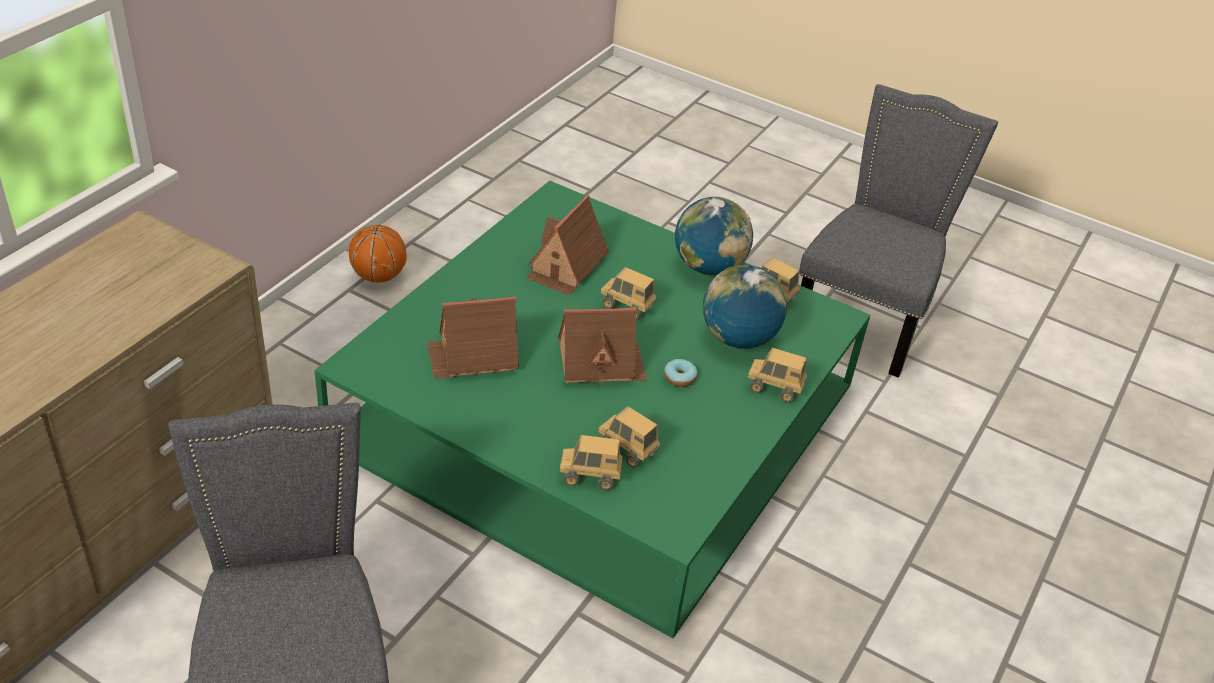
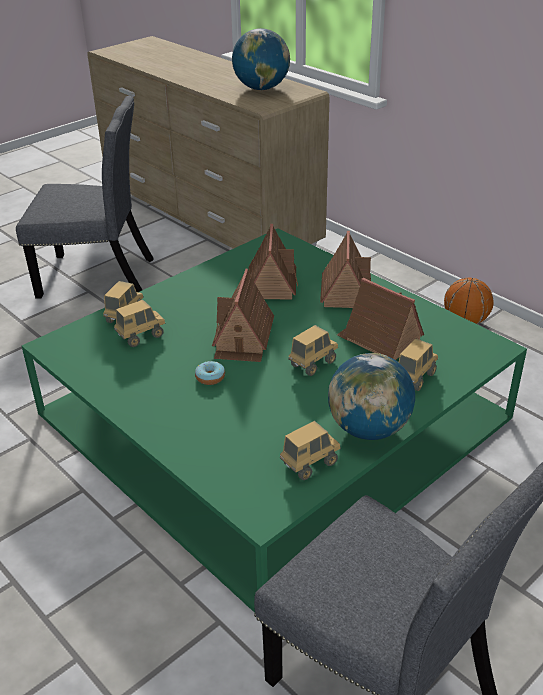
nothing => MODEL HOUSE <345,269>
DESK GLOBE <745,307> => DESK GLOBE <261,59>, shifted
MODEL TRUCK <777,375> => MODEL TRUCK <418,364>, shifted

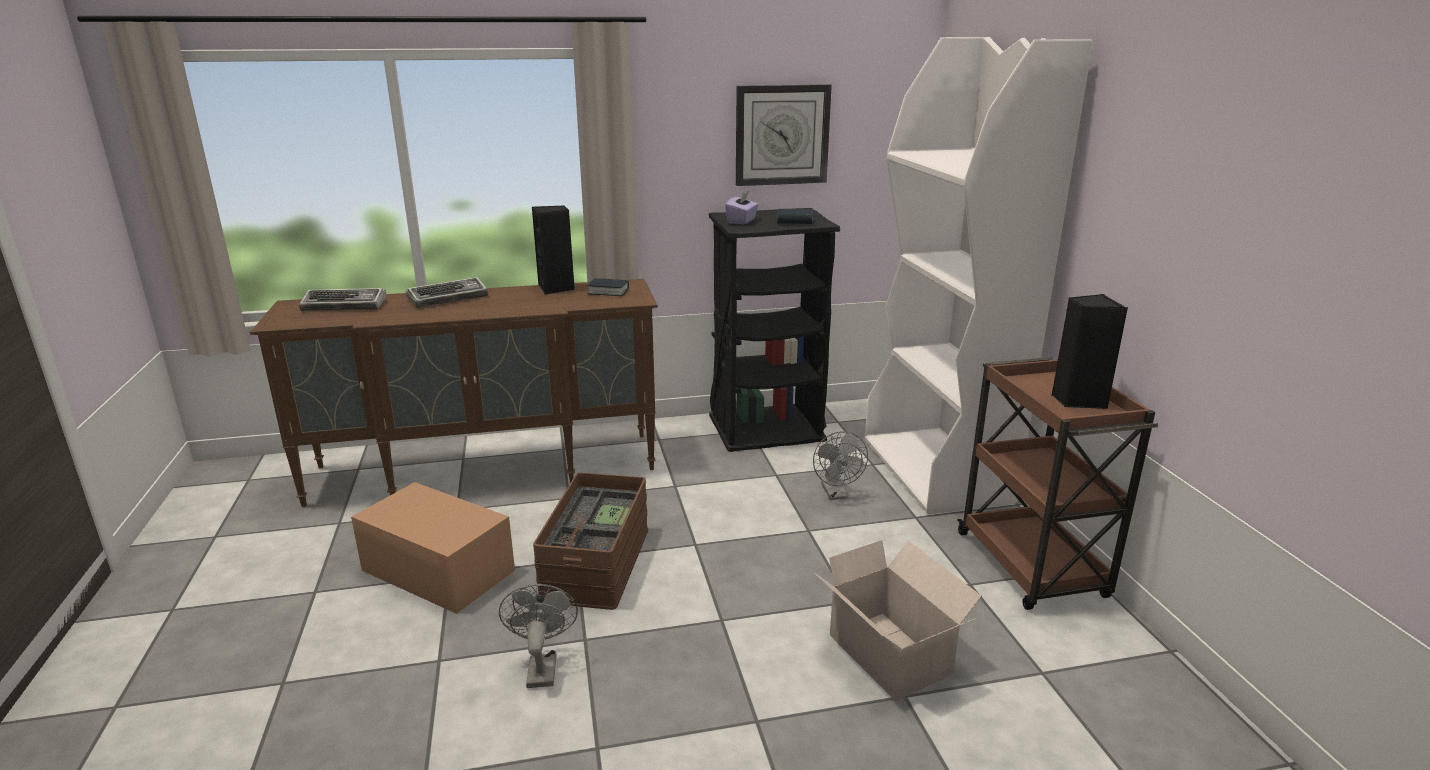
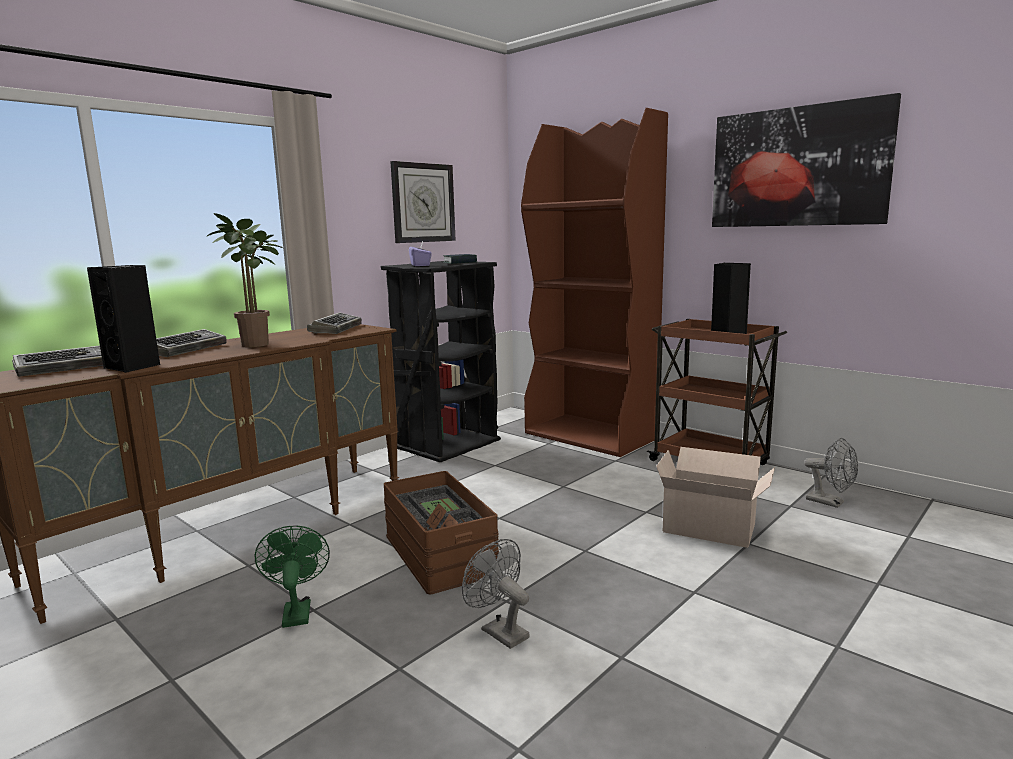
nothing => HOUSEPLANT <245,280>
nothing => WALL PICTURE <806,160>
BLACK LOUDSPEAKER <553,250> => BLACK LOUDSPEAKER <123,319>, shifted
GRAY ELECTRIC FAN <840,465> => GRAY ELECTRIC FAN <831,473>, shifted
CARDBOARD BOX <433,548> => GREEN ELECTRIC FAN <292,576>
BOUND BOOK <608,287> => PC KEYBOARD <334,323>
WHITISH BOOKCASE <979,276> => BROWN-COLOURED BOOKCASE <594,282>

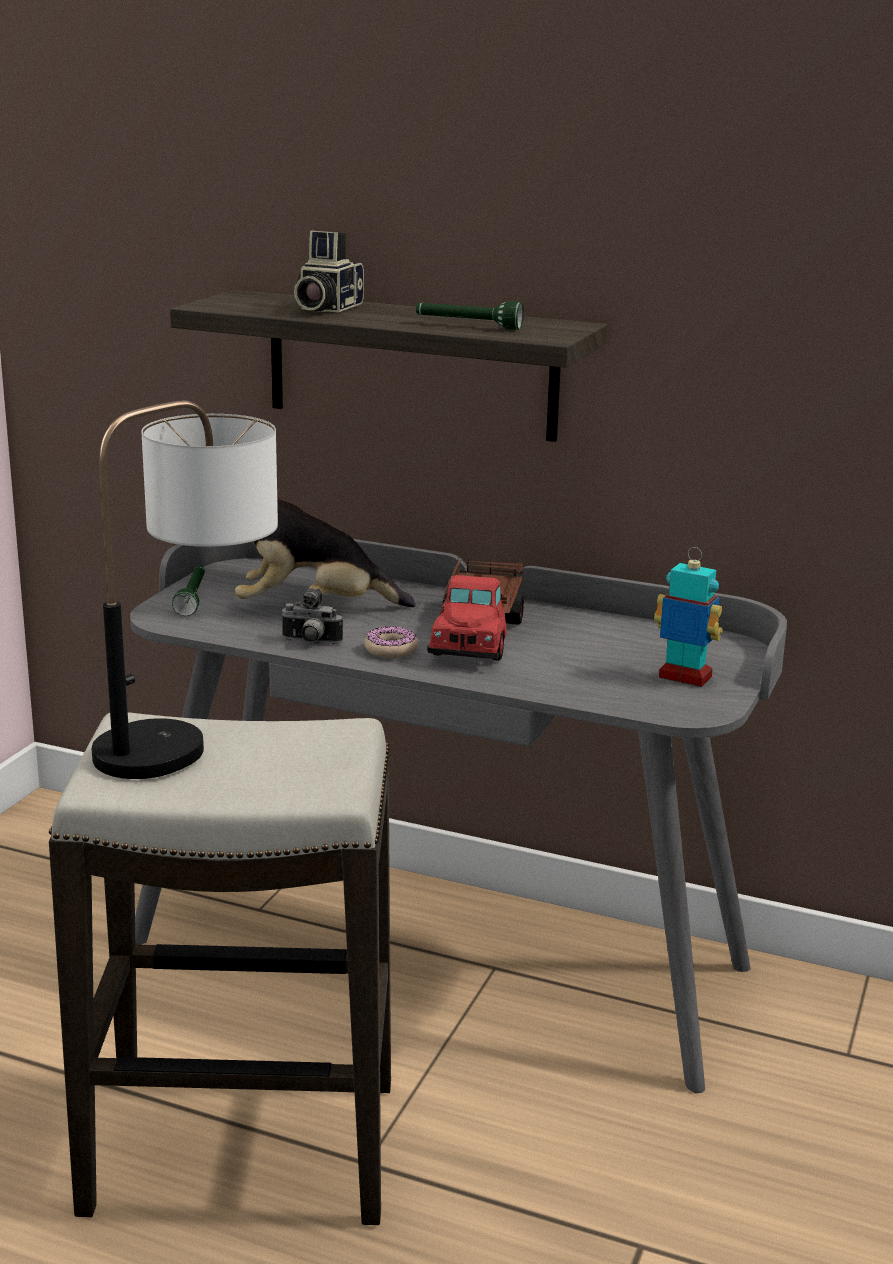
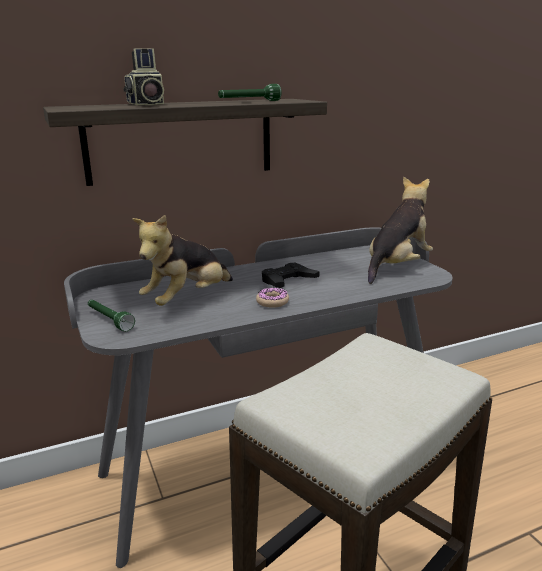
LAMP FOR A TABLE <185,589> => nothing
STILL CAMERA <311,616> => nothing
MODEL TRUCK <475,610> => BLACK JOYPAD <290,275>
ROBOT FIGURE <688,617> => PLUSH TOY <400,230>

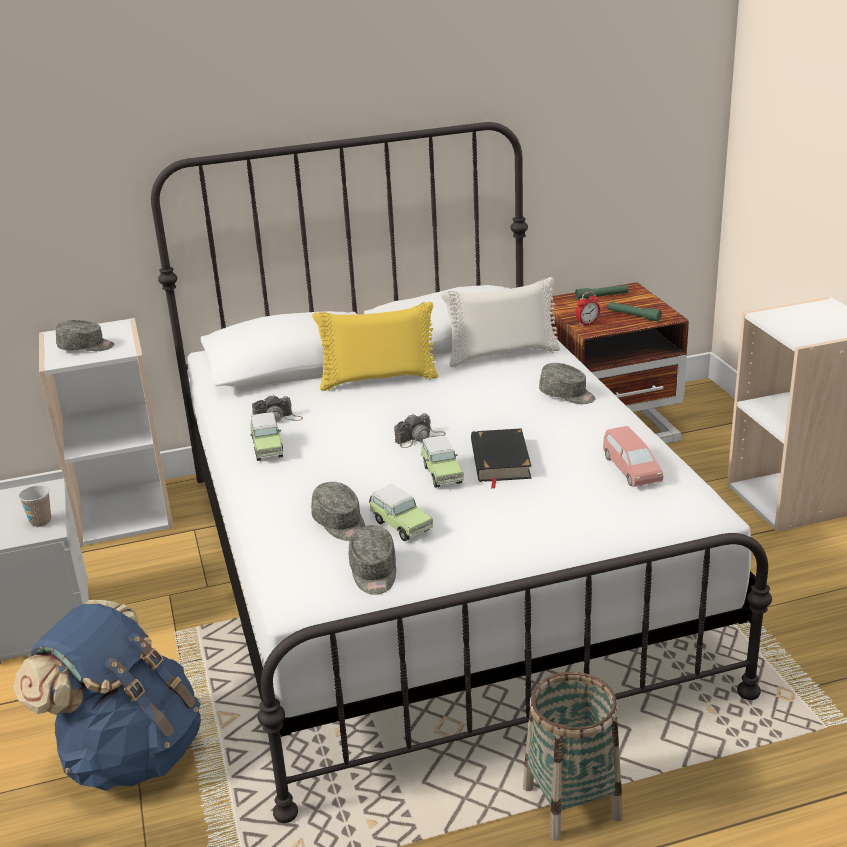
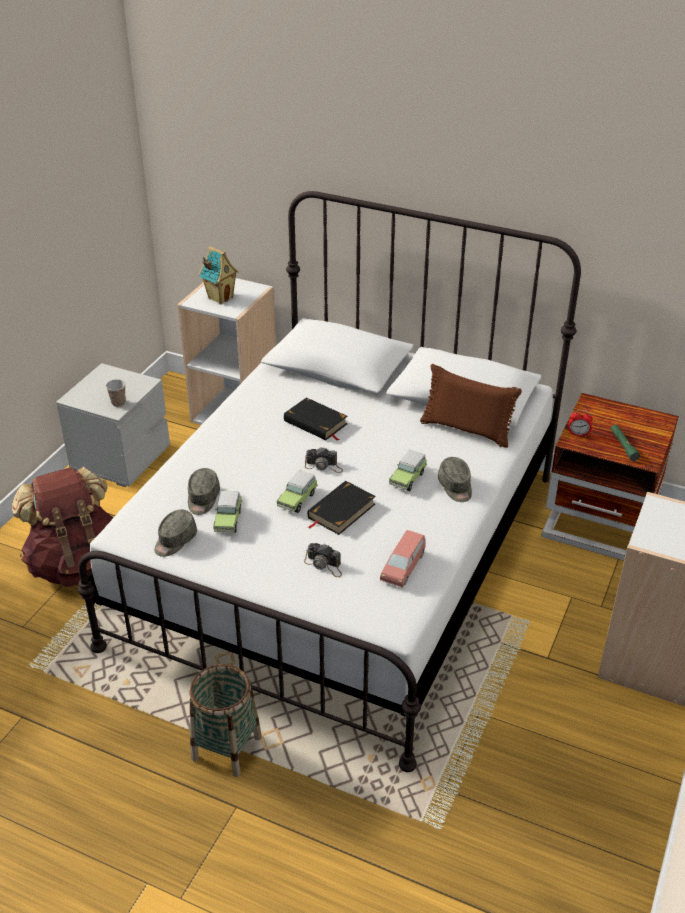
YELLOW PILLOW <375,346> => nothing
GREEN TORCH <601,292> => nothing
nothing => BLACK BOUND BOOK <315,419>
MINIATURE CAR <266,436> => MINIATURE CAR <408,470>, shifted
STILL CAMERA <277,409> => STILL CAMERA <323,560>, shifted
GRAY BASEBALL CAP <85,335> => MODEL HOUSE <219,275>
BLUISH KNAPSACK <107,695> => BROWN-COLOURED KNAPSACK <62,527>
WHITISH PILLOW <500,322> => BROWN-COLOURED PILLOW <471,406>

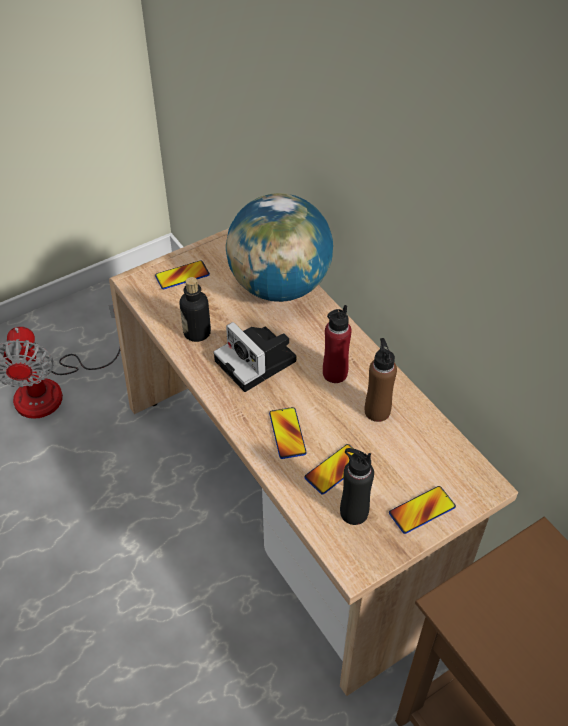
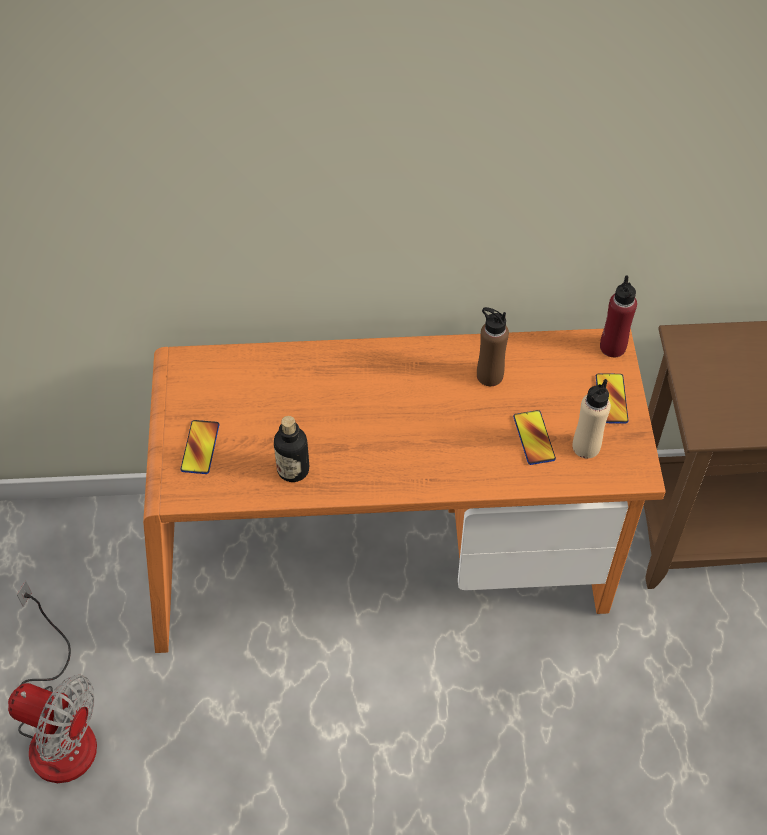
STILL CAMERA <255,357> => nothing
DESK GLOBE <279,247> => nothing
TELEPHONE <288,433> => nothing
REDDISH DRINK BOTTLE <337,344> => REDDISH DRINK BOTTLE <618,316>, shifted
BEIGE-COLOURED DESK TABLE <313,462> => ORANGE-COLOURED DESK TABLE <404,490>
BLACK DRINK BOTTLE <357,486> => BEIGE-COLOURED DRINK BOTTLE <591,418>

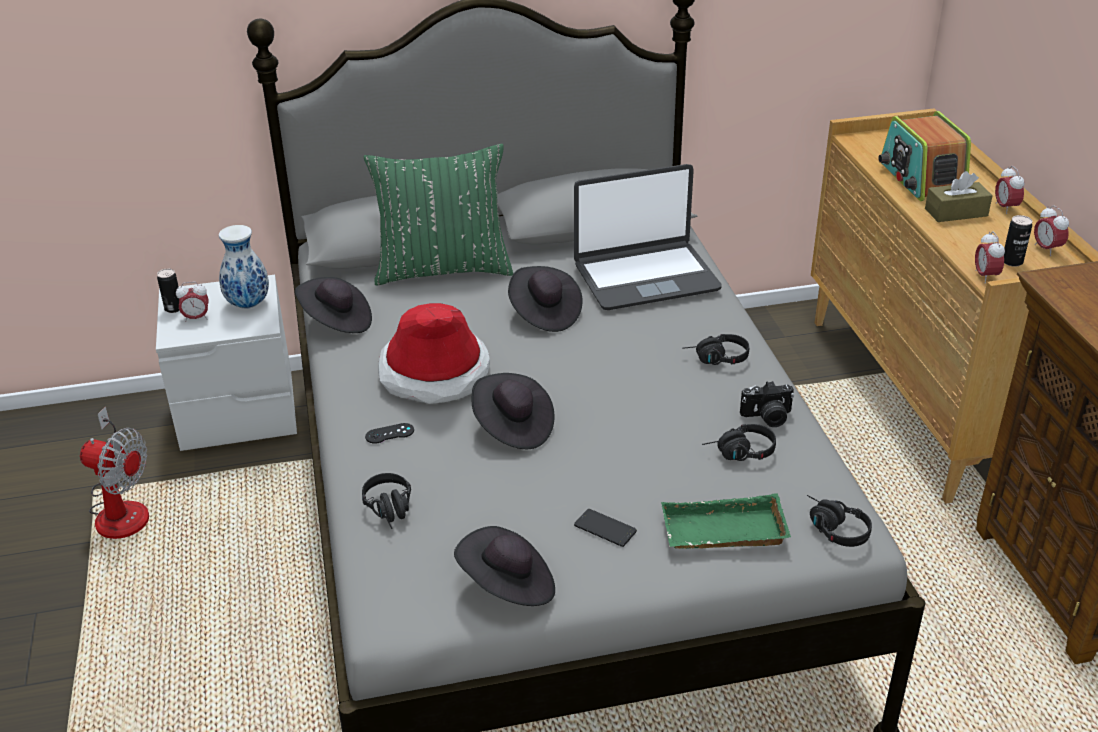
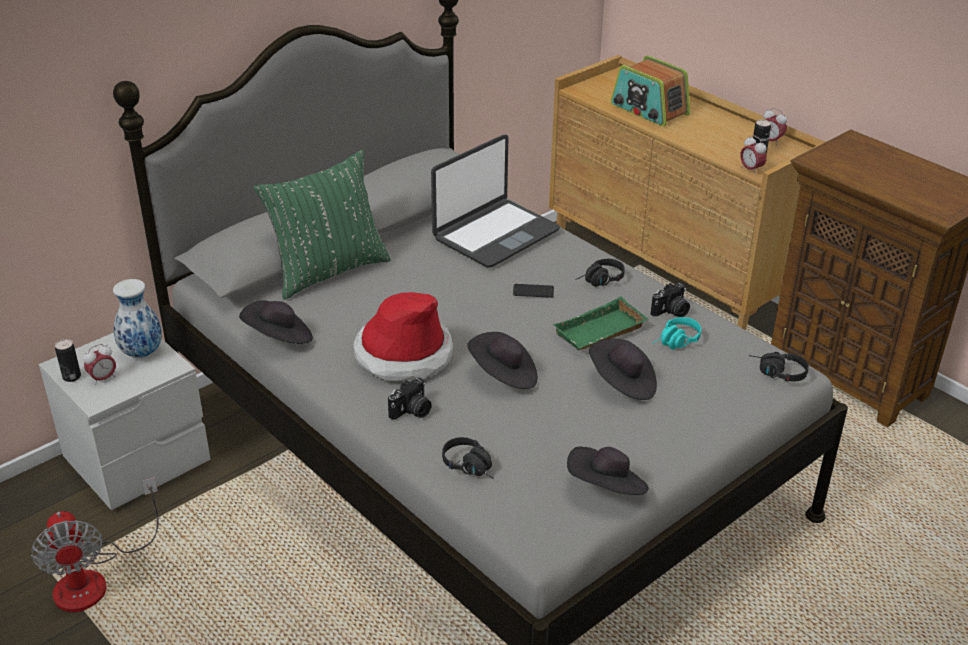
BROWN-COLOURED TISSUE HOLDER <959,196> => nothing
TABLE CLOCK <1010,190> => nothing
BLACK HAT <545,299> => BLACK HAT <623,369>, shifted
TELEPHONE <605,528> => TELEPHONE <533,291>, shifted
GREEN TRAY <726,521> => GREEN TRAY <600,323>, shifted
BLACK JOYPAD <389,433> => STILL CAMERA <410,399>
BLACK HEADPHONES <739,442> => TURQUOISE-COLOURED HEADPHONES <676,333>
ELECTRIC FAN <114,473> => ELECTRIC FAN <95,545>, 75 degrees clockwise

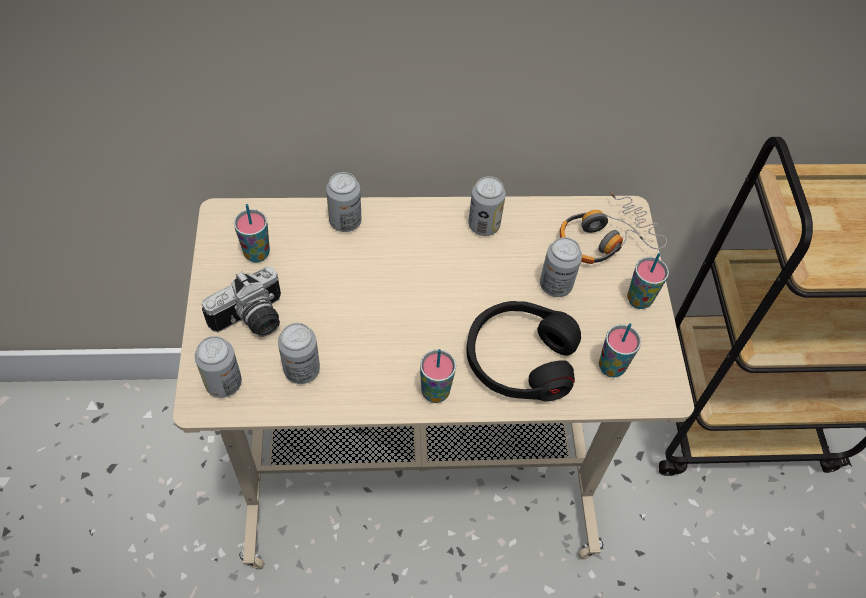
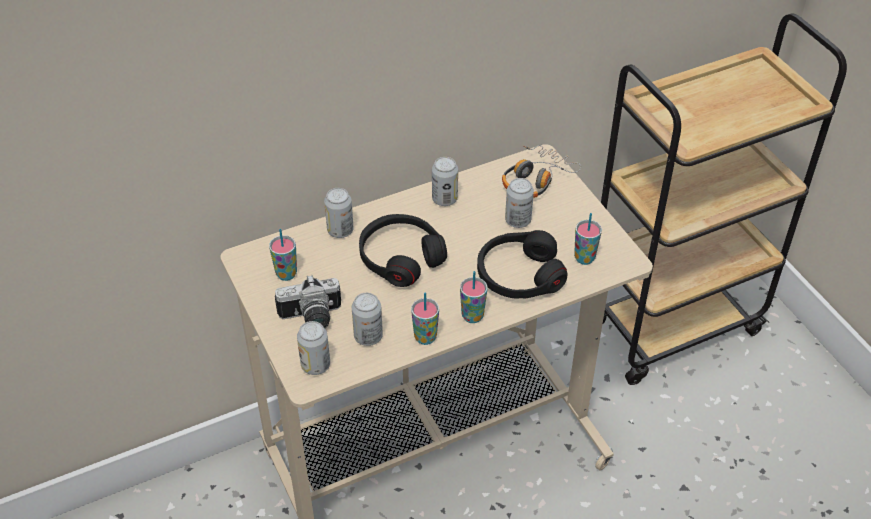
nothing => BLACK HEADPHONES <403,250>
SMALL CUP <648,281> => SMALL CUP <425,319>, shifted
STILL CAMERA <241,301> => STILL CAMERA <308,301>, 45 degrees clockwise

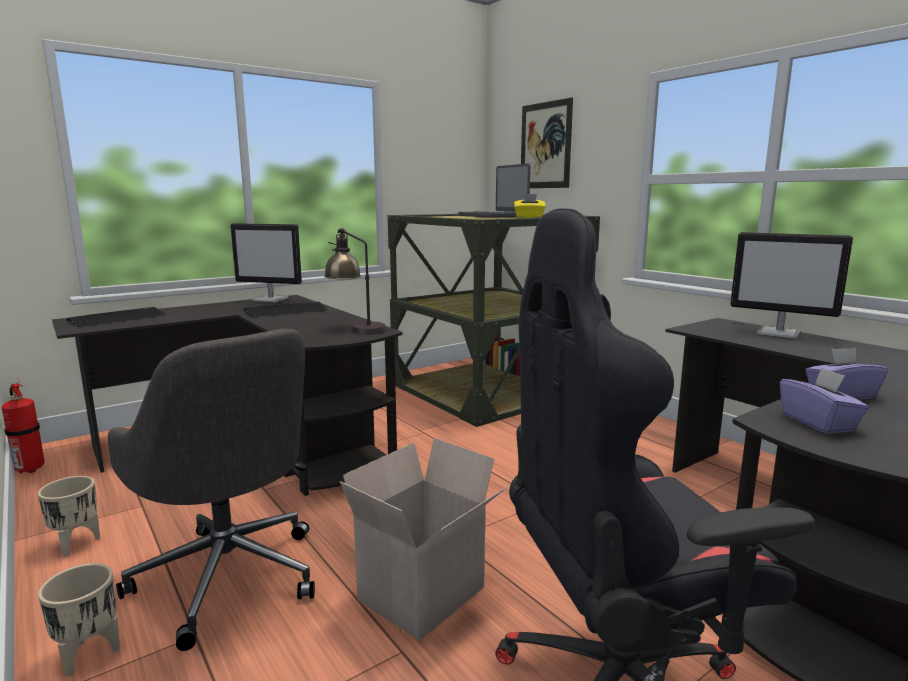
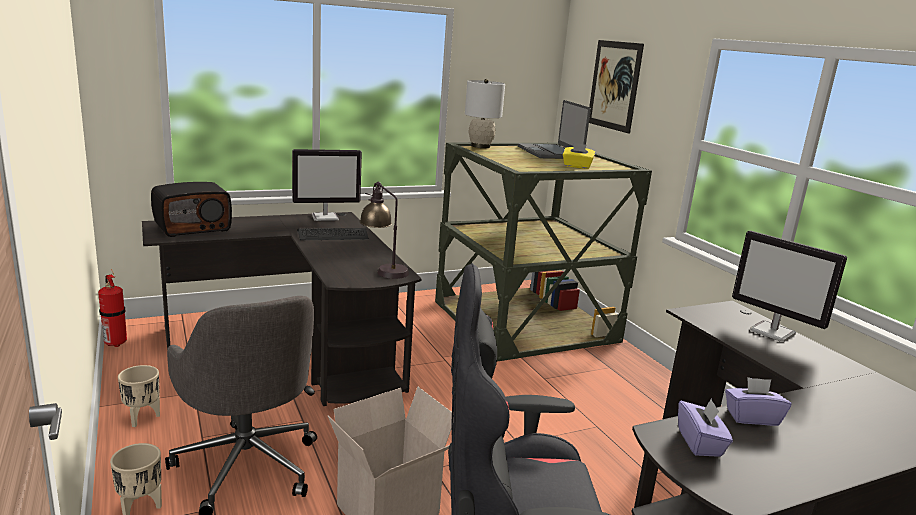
nothing => WHITISH LAMP FOR A TABLE <485,113>
PC KEYBOARD <116,317> => RADIO <191,209>
COMPUTER SCREEN <266,262> => COMPUTER SCREEN <327,185>, 45 degrees counterclockwise

